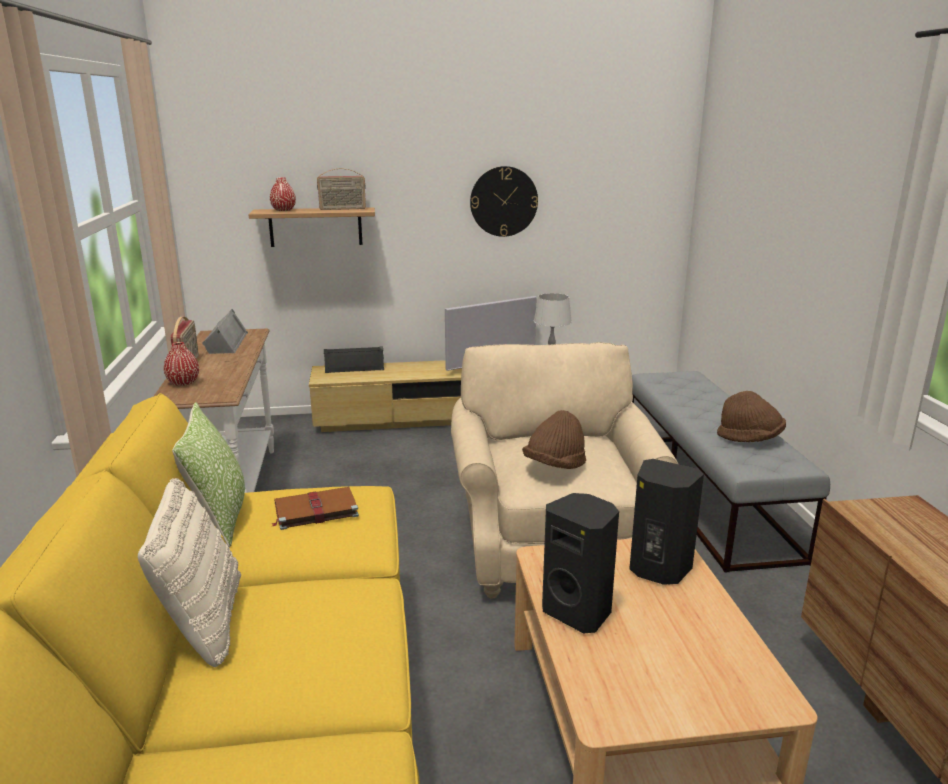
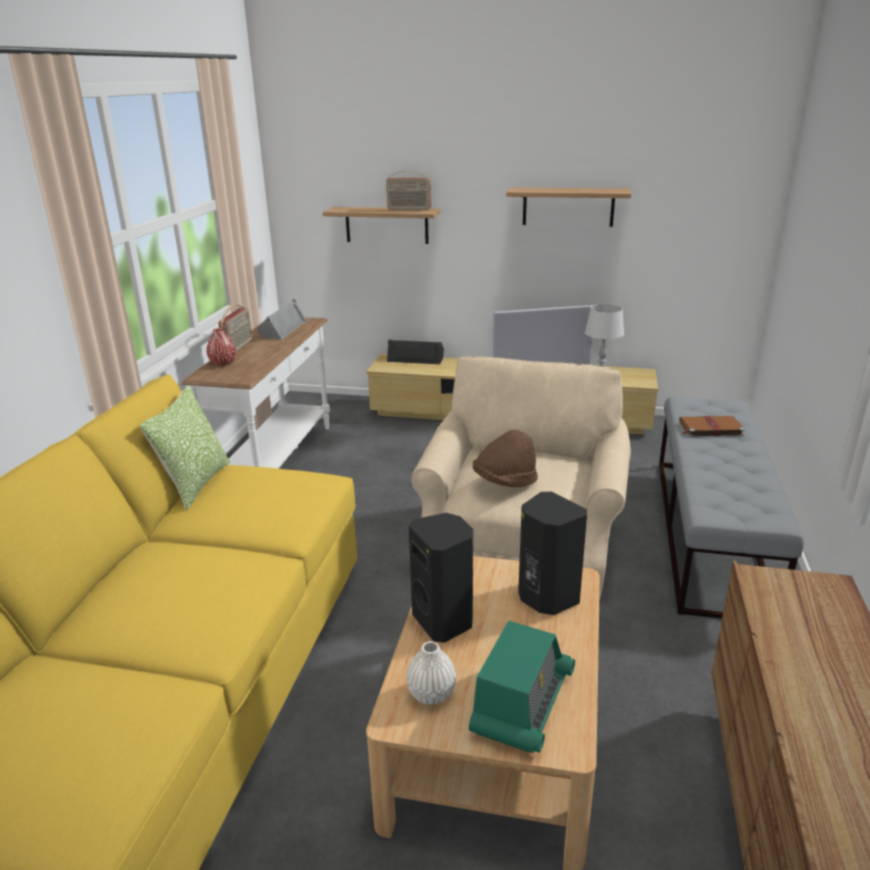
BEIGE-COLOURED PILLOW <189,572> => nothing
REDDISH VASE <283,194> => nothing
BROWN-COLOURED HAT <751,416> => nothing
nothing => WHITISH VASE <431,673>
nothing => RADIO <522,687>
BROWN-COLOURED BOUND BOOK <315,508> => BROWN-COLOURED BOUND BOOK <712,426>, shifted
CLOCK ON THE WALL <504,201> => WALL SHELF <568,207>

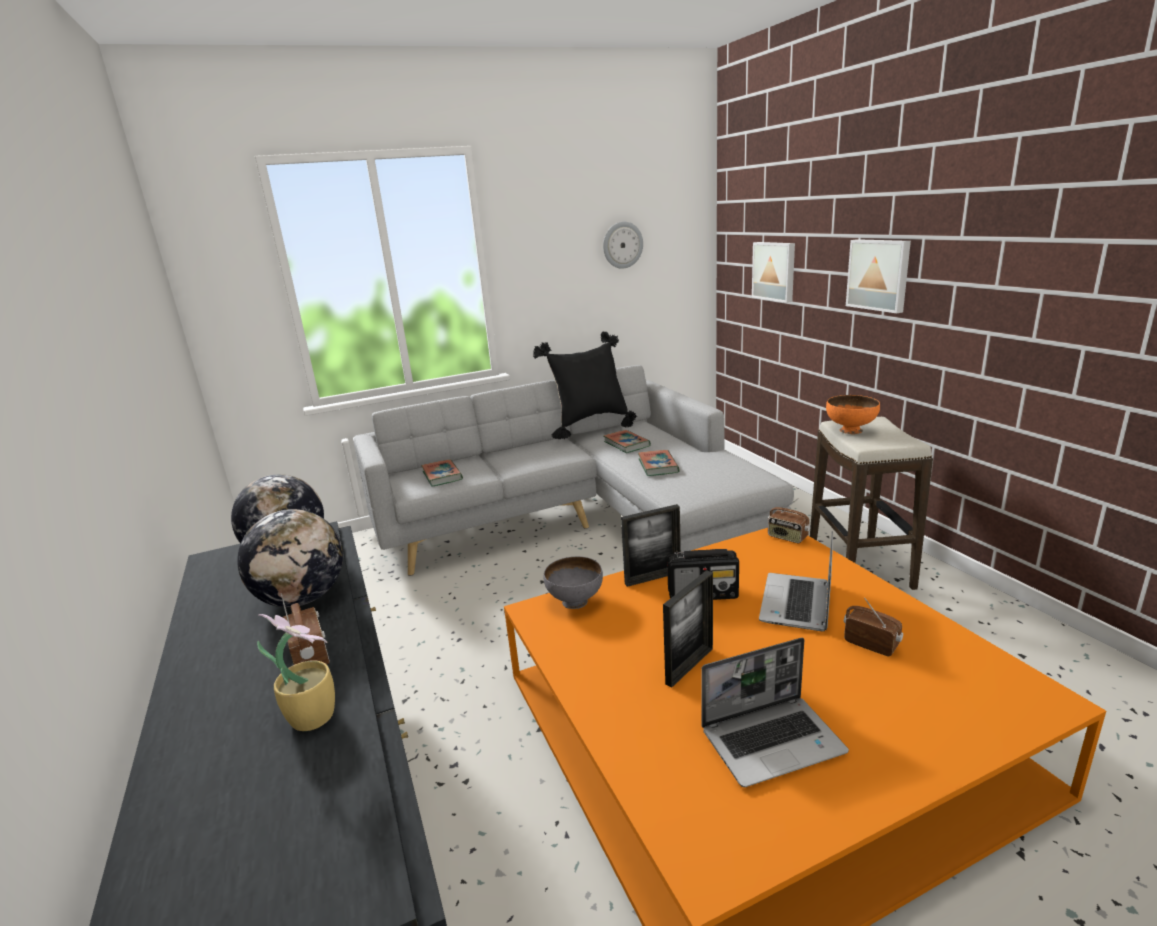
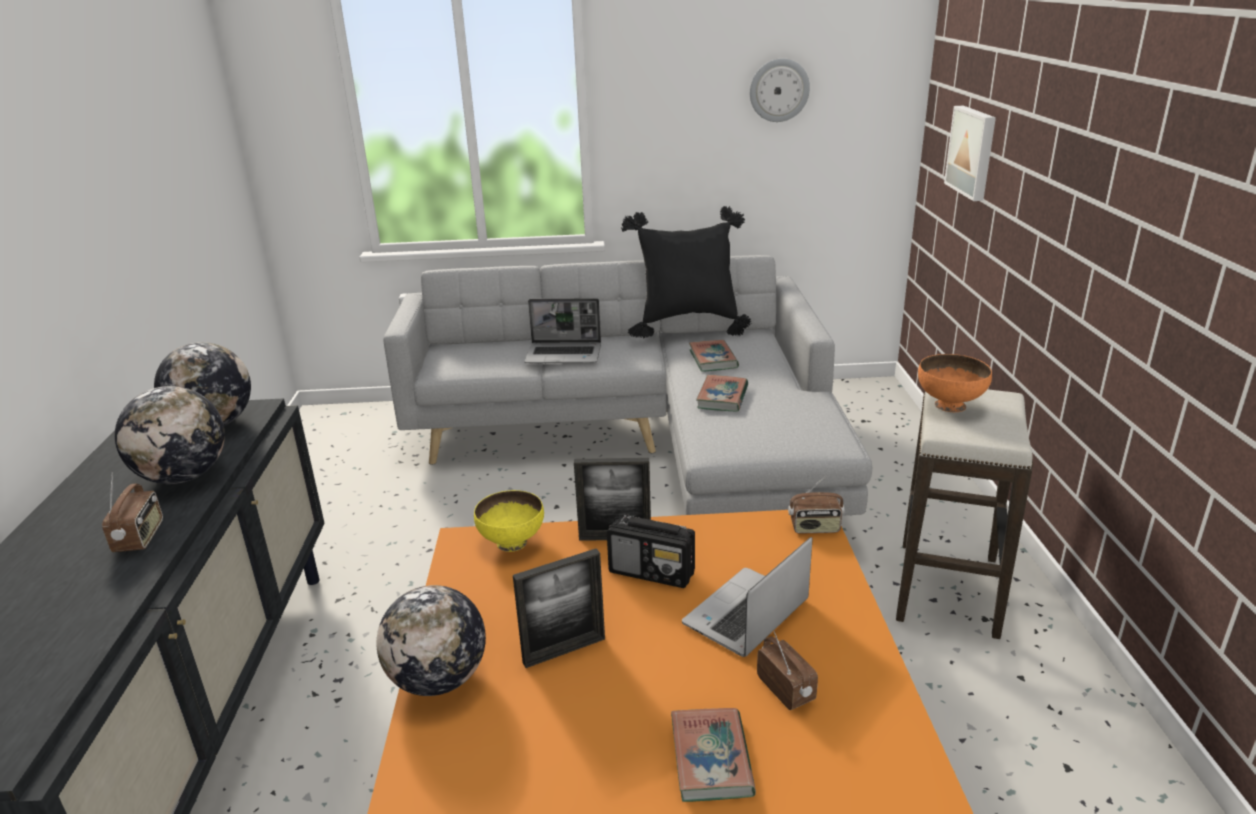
HOUSEPLANT <296,672> => nothing
WALL PICTURE <878,276> => nothing
nothing => DESK GLOBE <431,640>
BOUND BOOK <442,473> => BOUND BOOK <713,755>, shifted
PORTABLE COMPUTER <775,712> => PORTABLE COMPUTER <562,330>, shifted
GRAY DEEP DISH <573,582> => YELLOW DEEP DISH <509,521>
RADIO <789,520> => RADIO <816,504>, 60 degrees counterclockwise

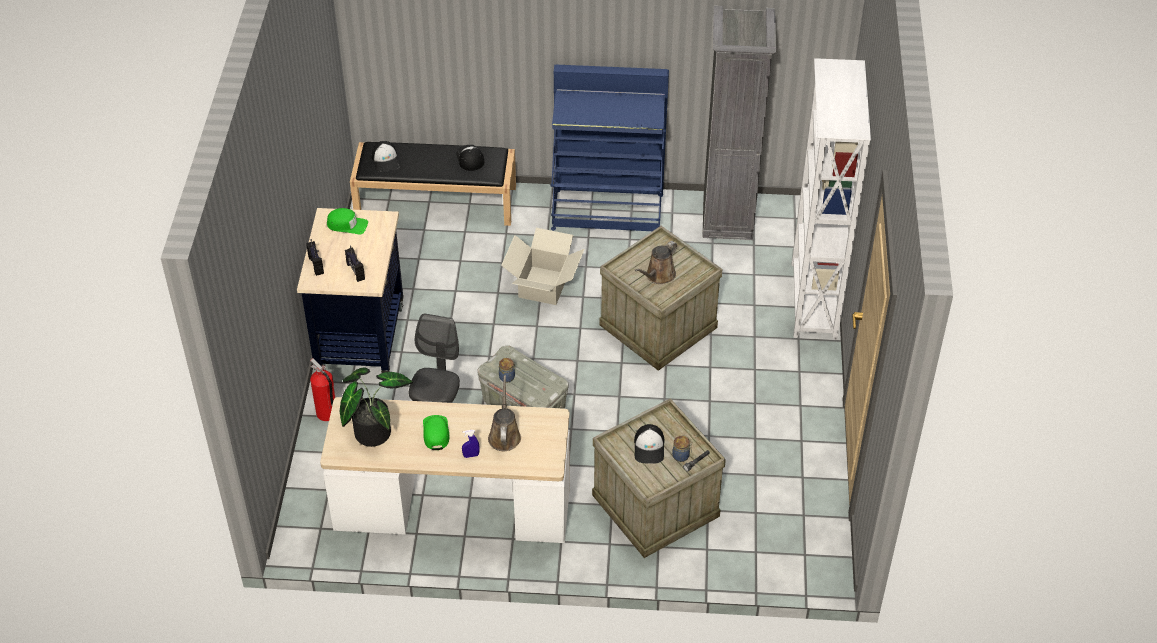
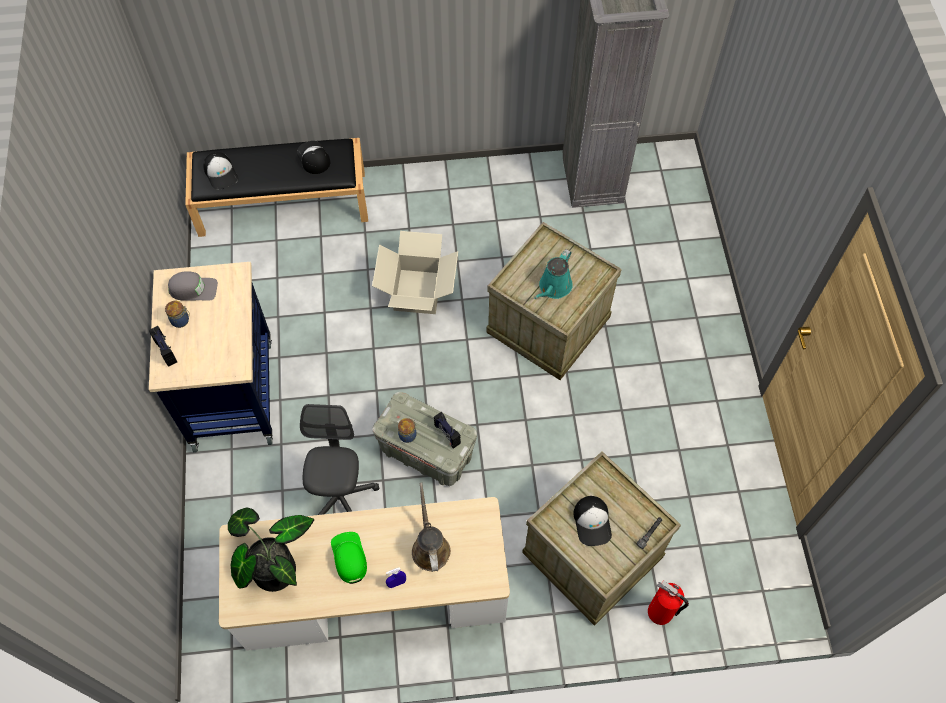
BLUISH SHOE SHELF <609,147> => nothing
WHITISH BOOKCASE <831,199> => nothing
FIRE-FIGHTING CYLINDER <323,389> => FIRE-FIGHTING CYLINDER <668,602>, shifted
RADIO <355,263> => RADIO <447,430>, shifted
PRESERVE JAR <682,449> => PRESERVE JAR <177,314>, shifted
GREEN BASEBALL CAP <347,221> => GRAY BASEBALL CAP <193,286>
BROWN-COLOURED WATERING CAN <656,262> => TURQUOISE-COLOURED WATERING CAN <554,274>

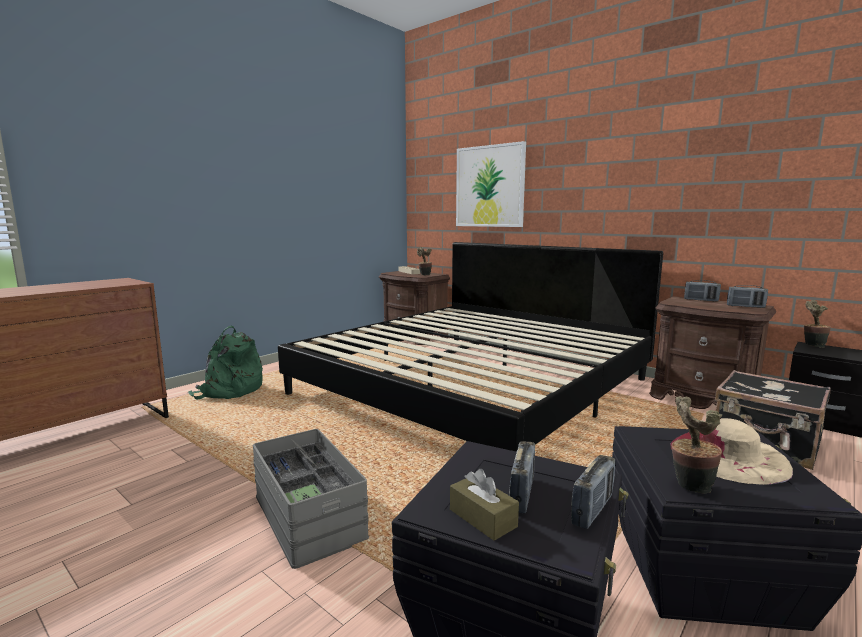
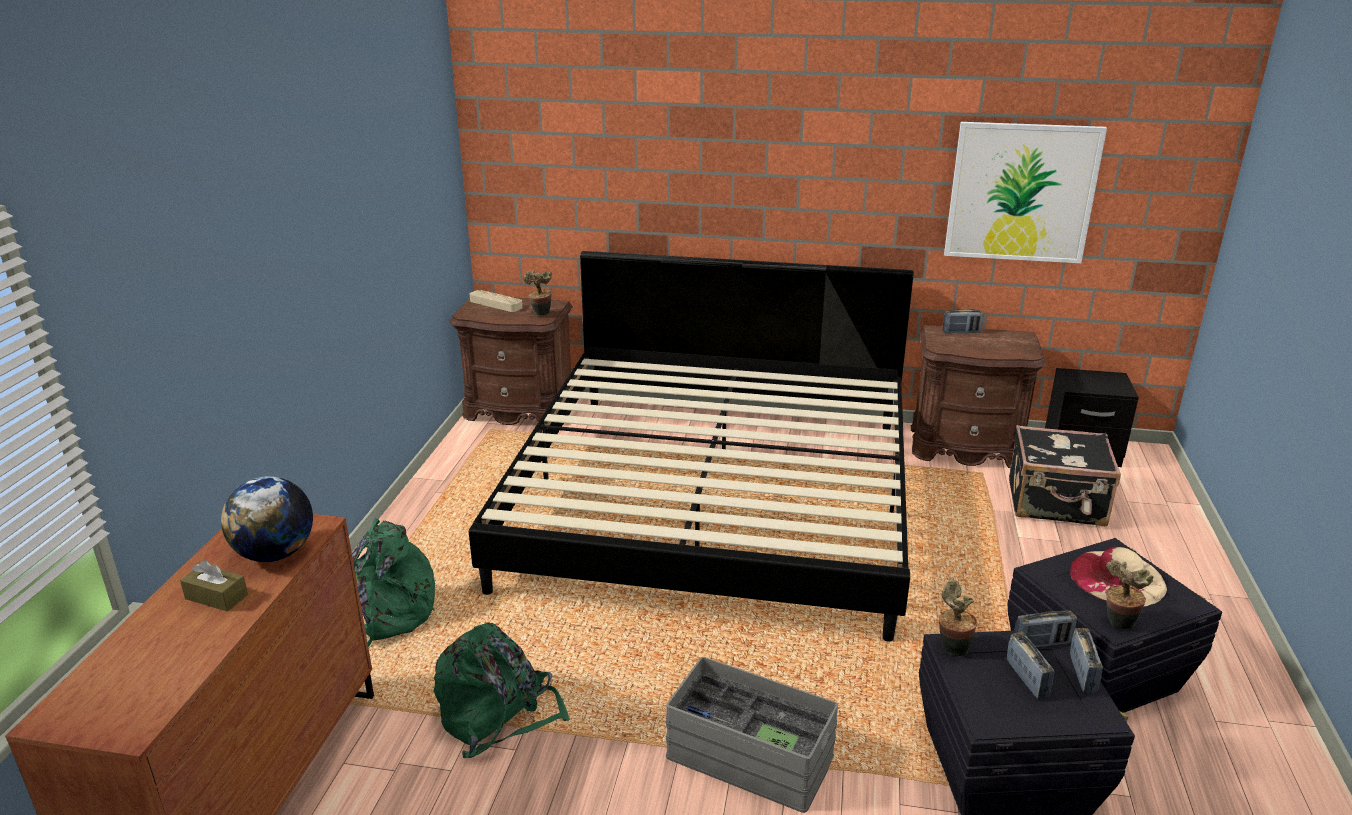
nothing => DESK GLOBE <267,519>
nothing => GREEN KNAPSACK <502,690>
BROWN-COLOURED TISSUE HOLDER <484,505> => BROWN-COLOURED TISSUE HOLDER <214,586>, shifted
WALL PICTURE <491,184> => WALL PICTURE <1025,192>, shifted
RADIO <747,296> => RADIO <1045,628>, shifted
HOUSEPLANT <817,324> => HOUSEPLANT <958,617>, shifted

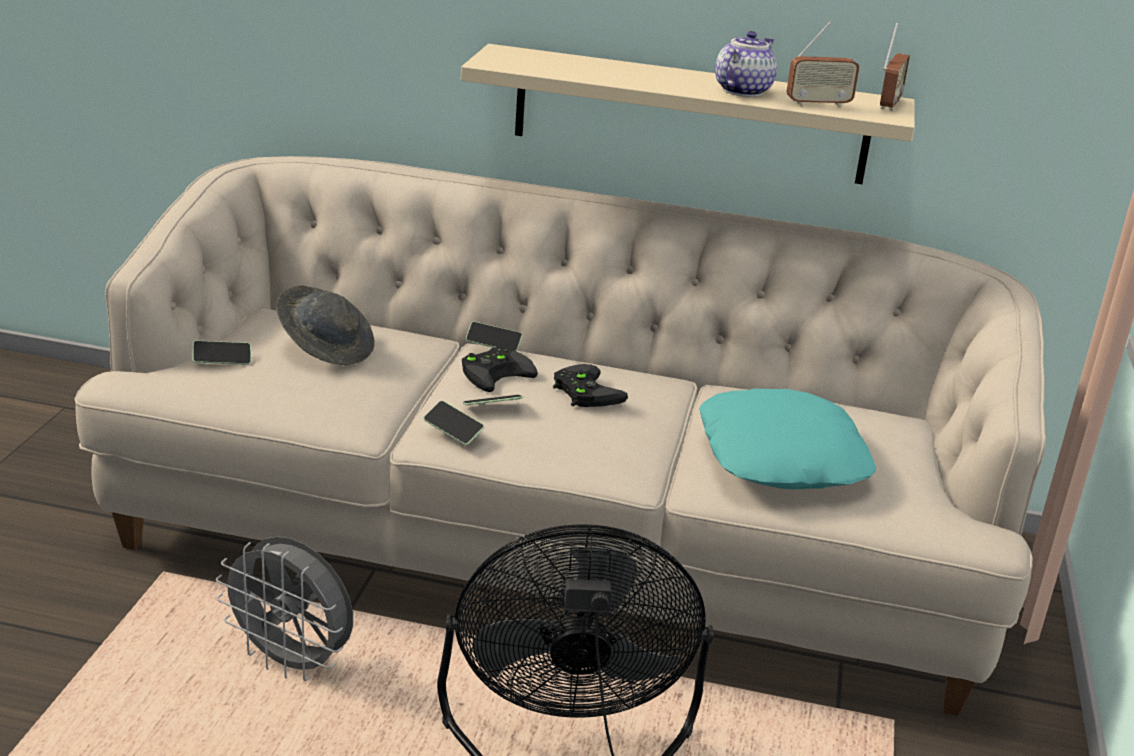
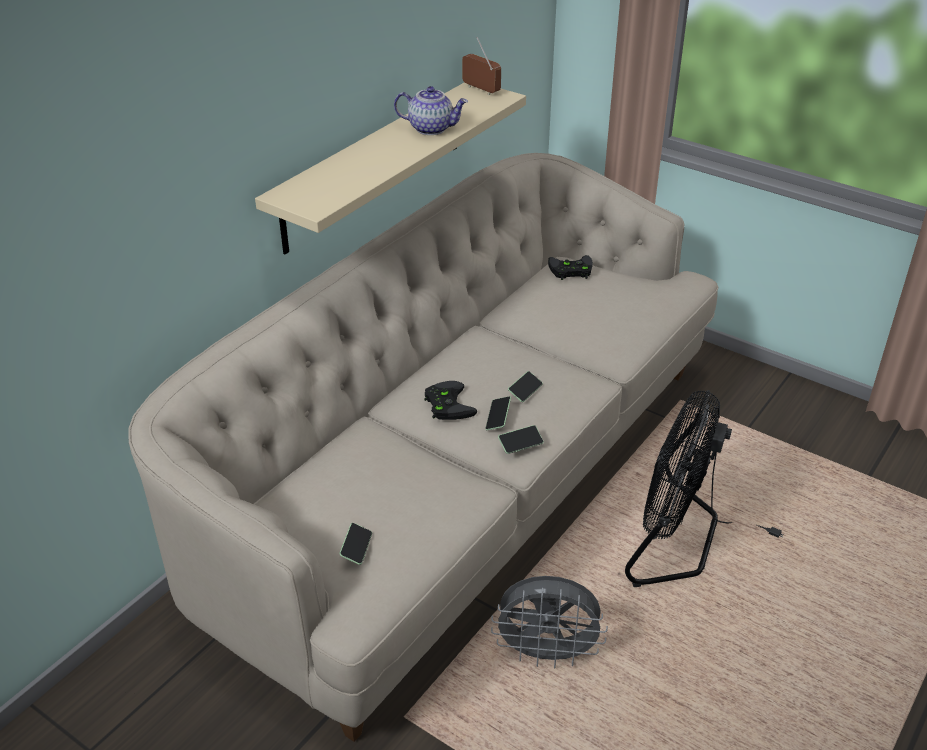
GRAY HAT <325,325> => nothing
TURQUOISE-COLOURED PILLOW <787,439> => nothing
RADIO <822,64> => nothing
TELEPHONE <494,337> => TELEPHONE <525,386>, shifted
BLACK JOYPAD <590,385> => BLACK JOYPAD <570,267>, shifted
GRAY ELECTRIC FAN <284,608> => GRAY ELECTRIC FAN <549,622>, 45 degrees clockwise
POT FOR TEA <746,64> => POT FOR TEA <431,110>, 135 degrees clockwise

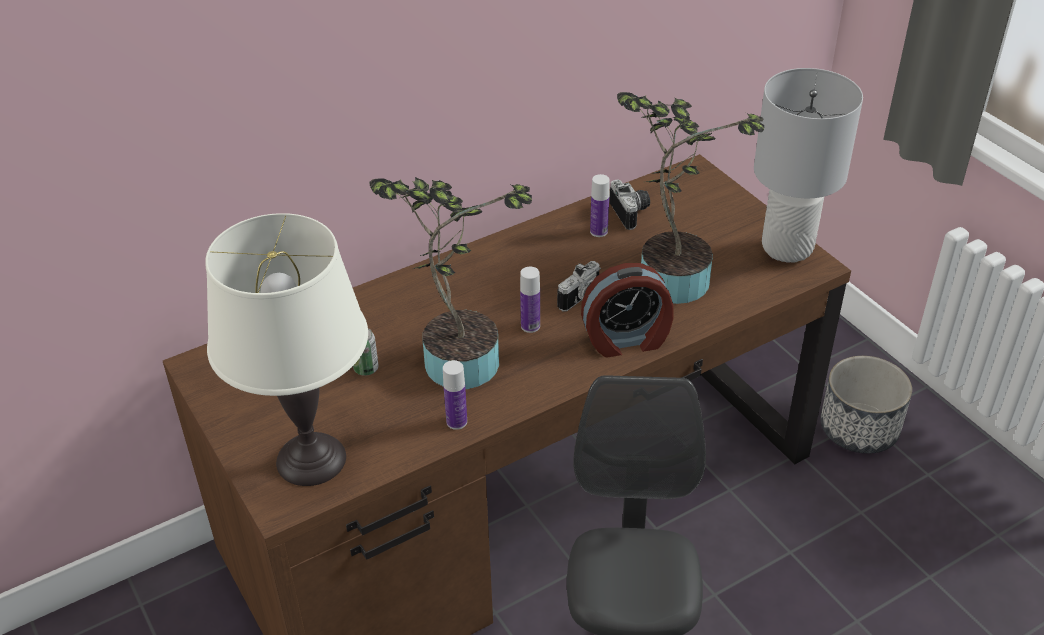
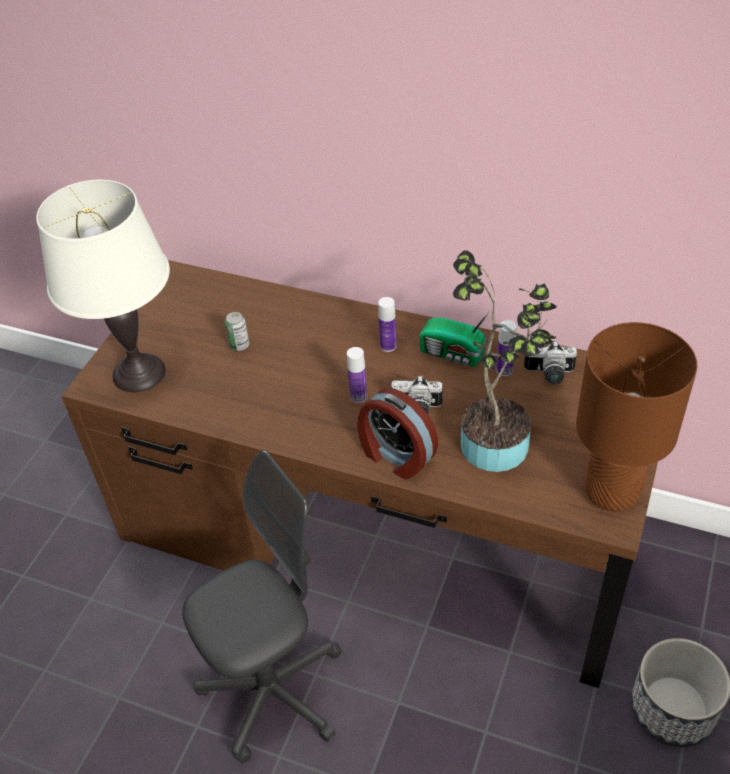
HOUSEPLANT <451,283> => nothing
nothing => RADIO <456,337>
DRINK BOTTLE <455,395> => DRINK BOTTLE <387,324>, shifted
GRAY LAMP FOR A TABLE <808,165> => BROWN-COLOURED LAMP FOR A TABLE <636,417>
STILL CAMERA <629,205> => STILL CAMERA <550,363>, 60 degrees clockwise

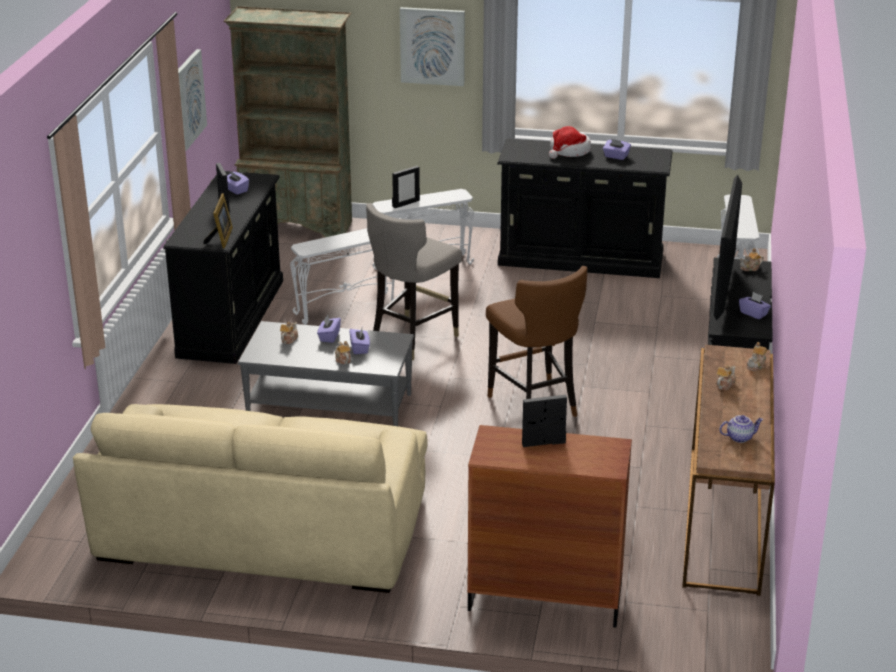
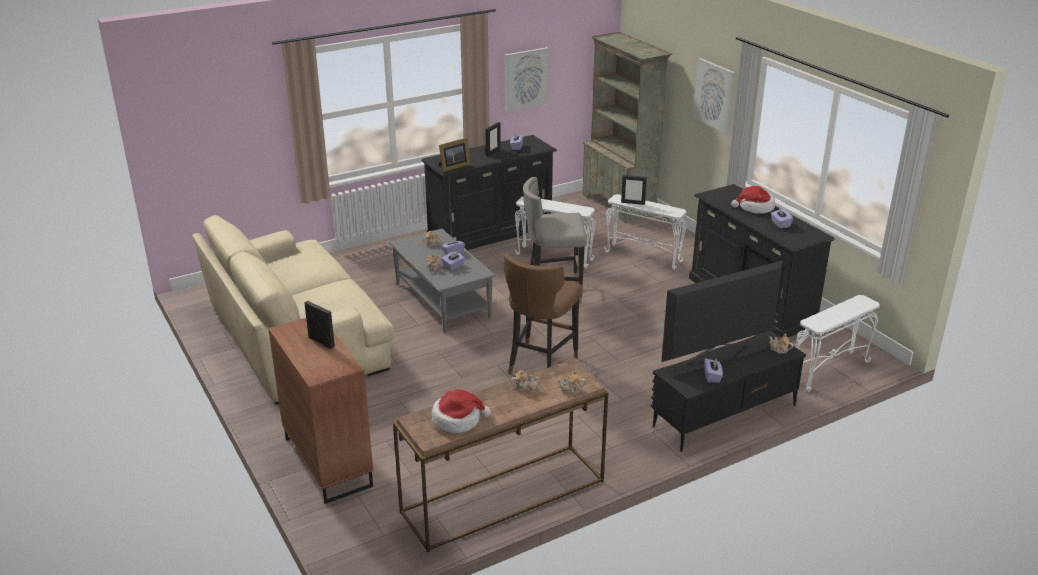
POT FOR TEA <742,429> => HAT <461,411>

